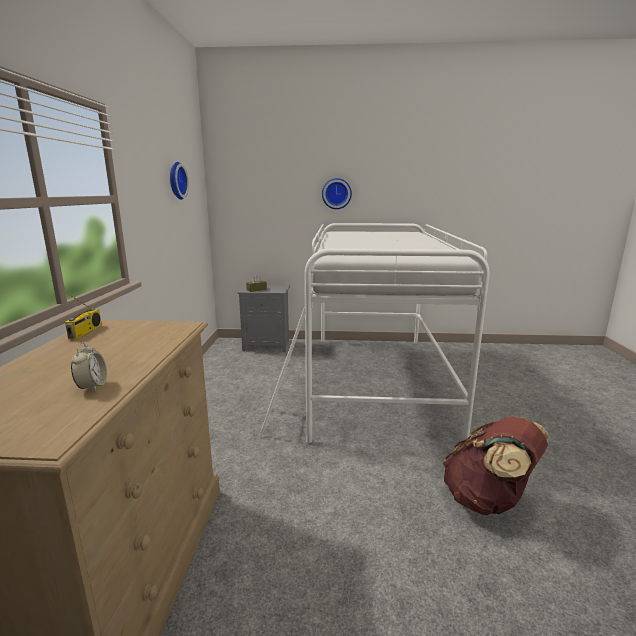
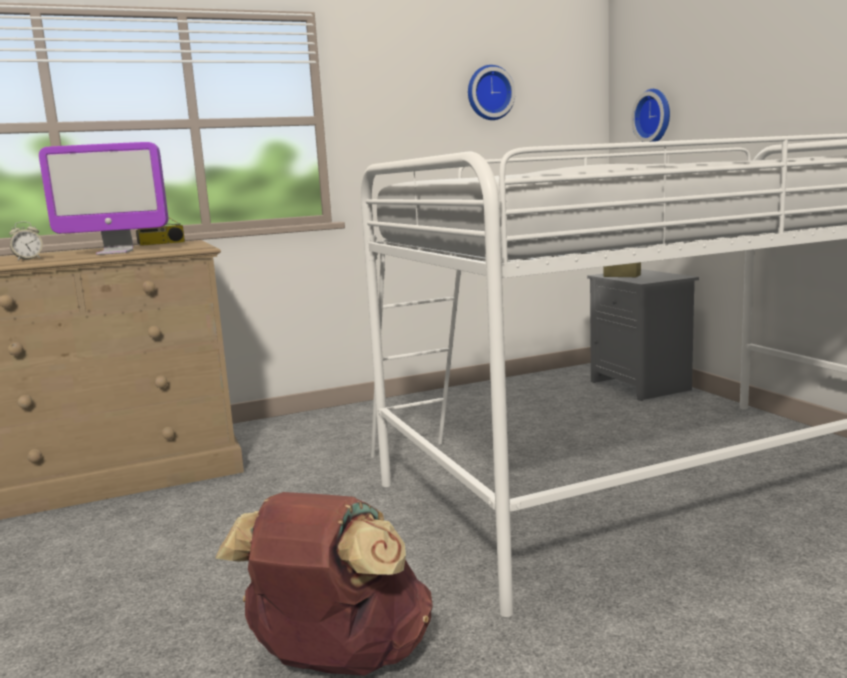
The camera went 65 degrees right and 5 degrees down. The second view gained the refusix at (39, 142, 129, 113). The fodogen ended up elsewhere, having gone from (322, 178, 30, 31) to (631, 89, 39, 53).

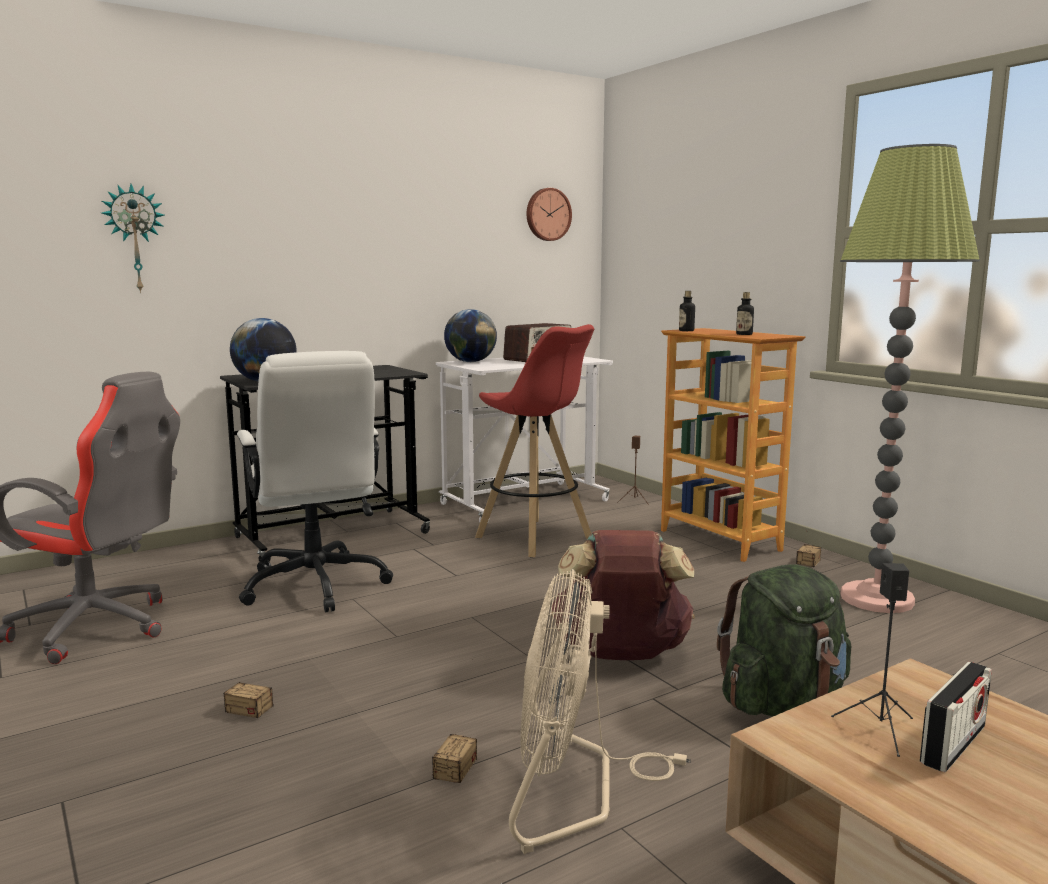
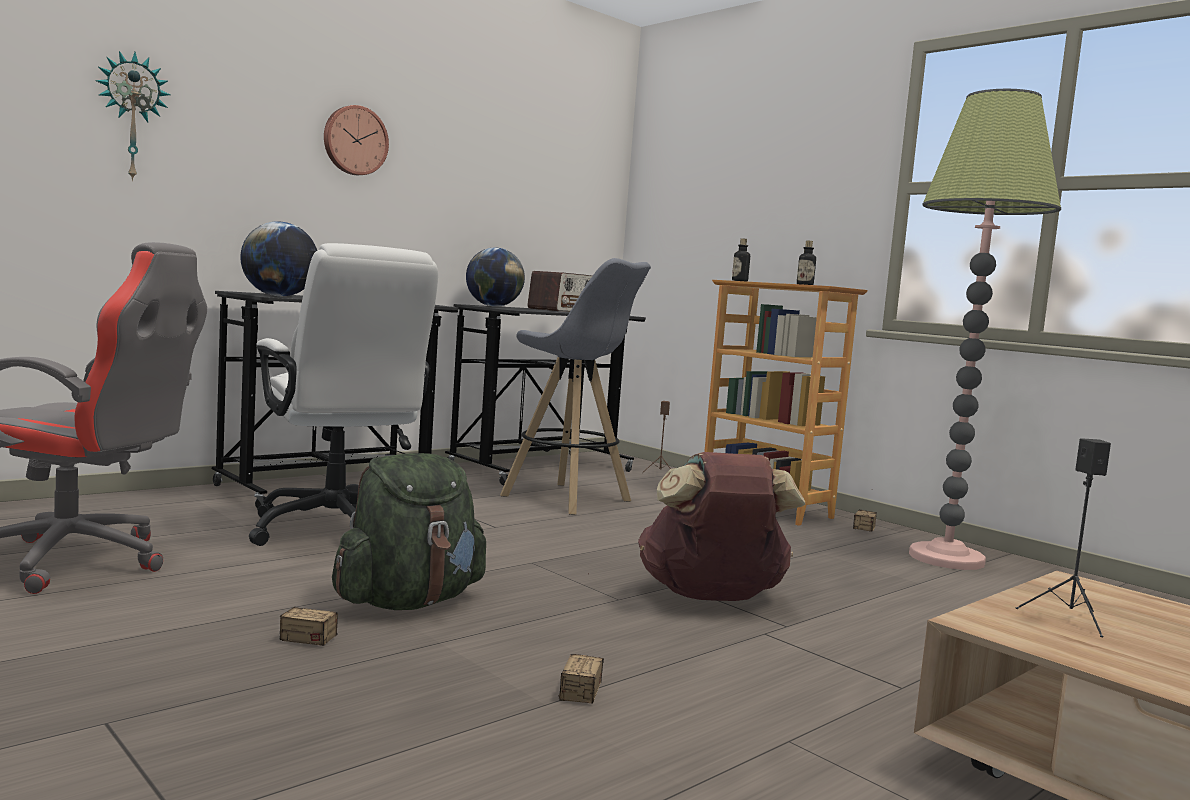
The camera went 10 degrees left and 5 degrees down. The fodogen ended up elsewhere, having gone from (527, 188, 45, 53) to (324, 105, 65, 70). The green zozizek ended up elsewhere, having gone from (717, 564, 134, 153) to (332, 453, 154, 157). What was the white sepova at (436, 357, 177, 165) turned into the black sepova at (445, 304, 201, 181). What was the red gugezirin at (475, 324, 119, 234) turned into the grey gugezirin at (500, 258, 151, 257). The second view lost the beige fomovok at (509, 569, 182, 285). The second view lost the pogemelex at (920, 662, 72, 110).

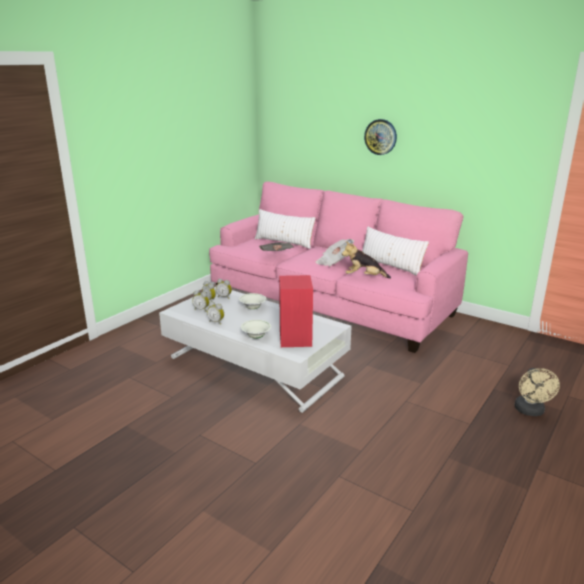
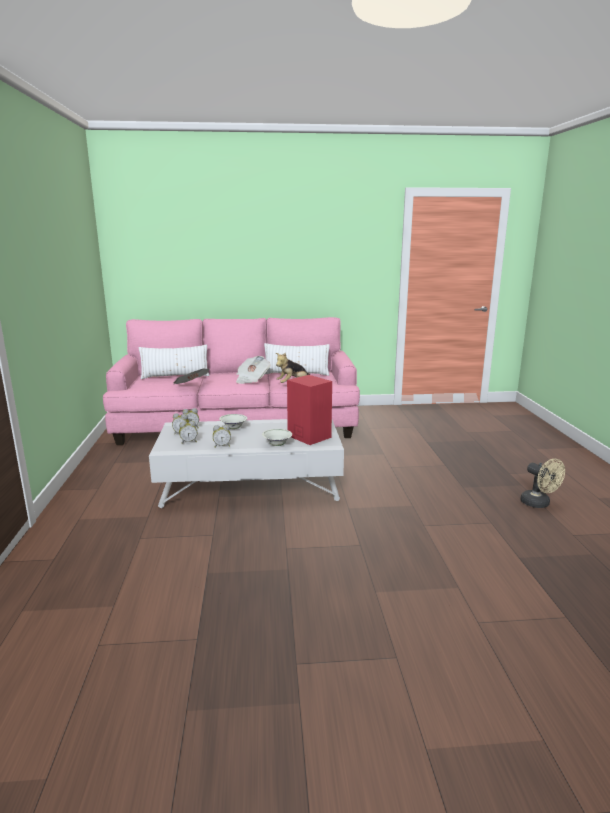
The camera went 40 degrees left and 5 degrees down. The beige fomovok ended up elsewhere, having gone from (515, 368, 45, 48) to (520, 458, 45, 50). The second view lost the fodogen at (364, 119, 33, 36).

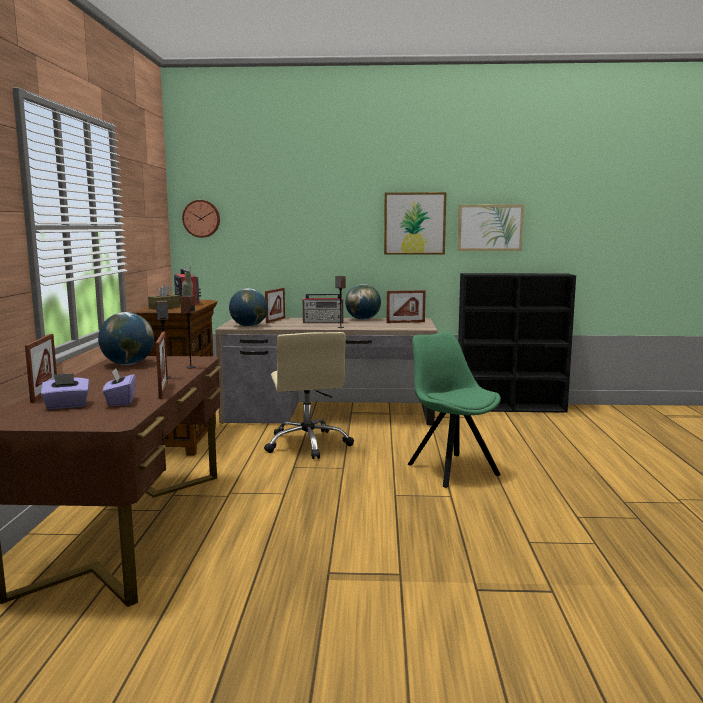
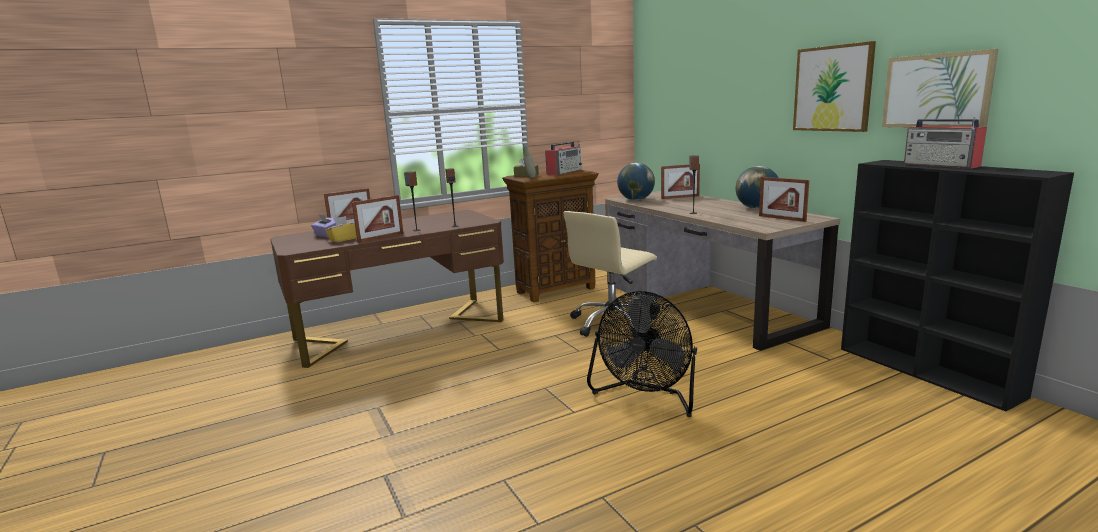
The camera went 60 degrees right and 5 degrees up. What was the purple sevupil at (103, 368, 33, 38) turned into the yellow sevupil at (325, 216, 32, 26). Where the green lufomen stood at (407, 332, 94, 156), the black fomovok came to stand at (587, 291, 110, 126). The pogemelex ended up elsewhere, having gone from (303, 294, 41, 29) to (904, 117, 83, 51). The second view lost the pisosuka at (98, 312, 56, 53). The second view lost the fodogen at (182, 200, 38, 38).

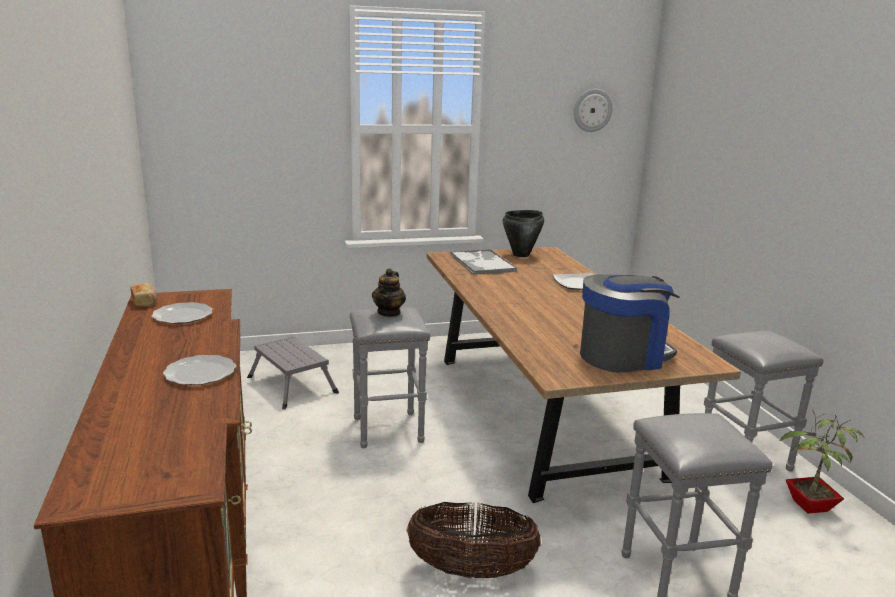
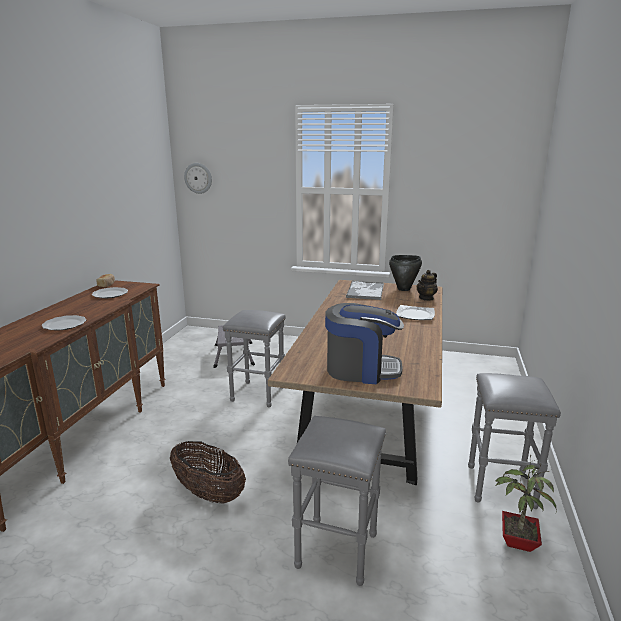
The camera went 30 degrees right and 0 degrees up. The fodogen ended up elsewhere, having gone from (574, 89, 39, 43) to (184, 163, 28, 31). The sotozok ended up elsewhere, having gone from (372, 268, 34, 49) to (417, 270, 21, 31).

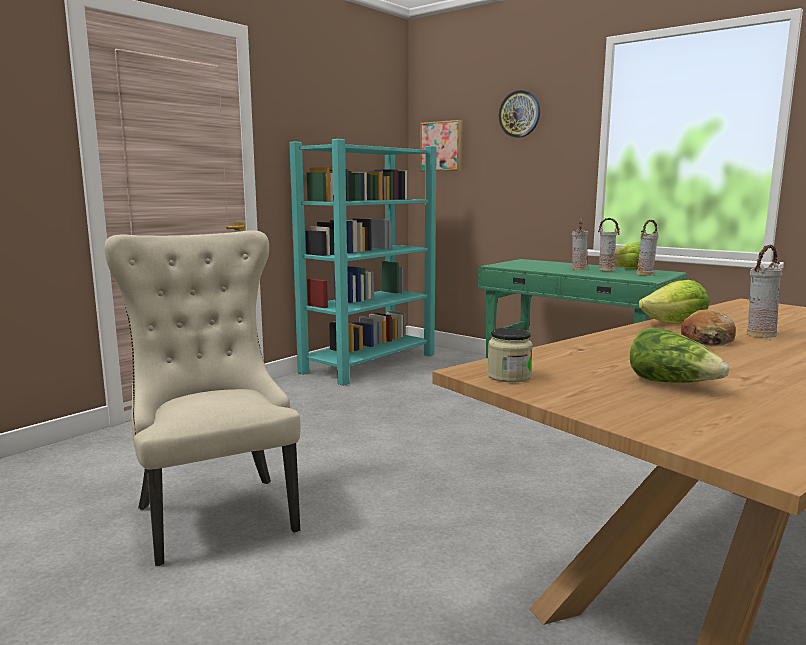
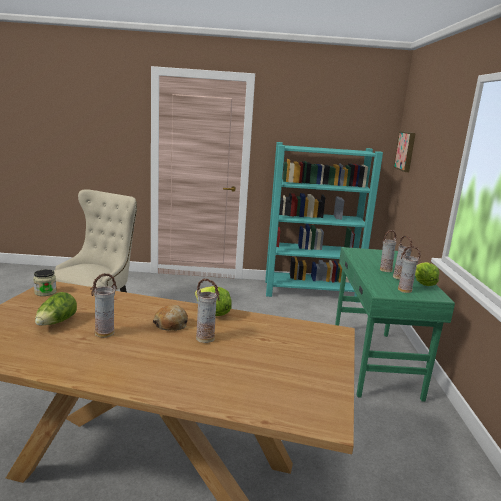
The camera went 50 degrees right and 5 degrees up. The second view gained the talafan at (90, 273, 27, 65). The second view lost the fodogen at (499, 90, 41, 48).

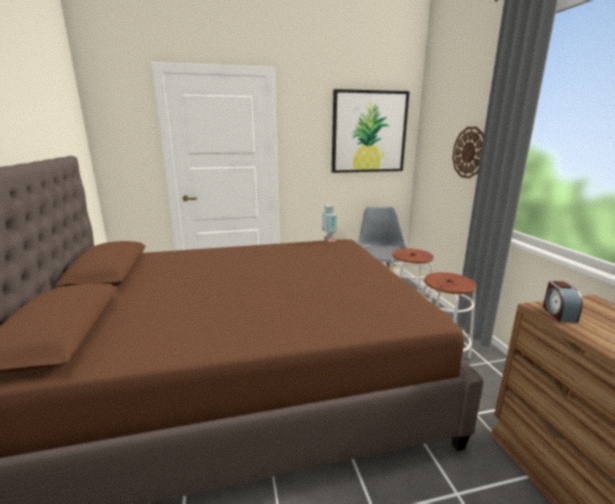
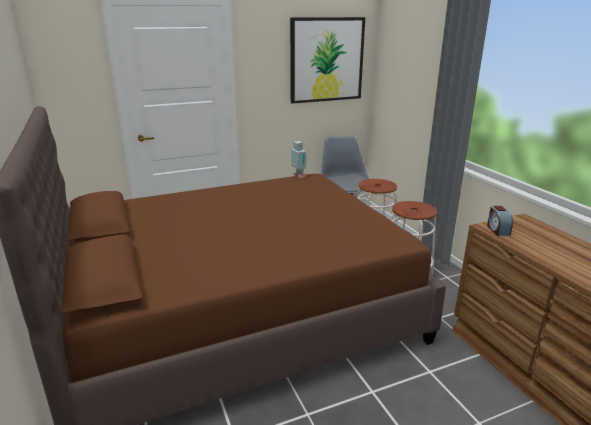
The camera went 10 degrees left and 5 degrees up. The second view lost the fodogen at (452, 127, 32, 51).

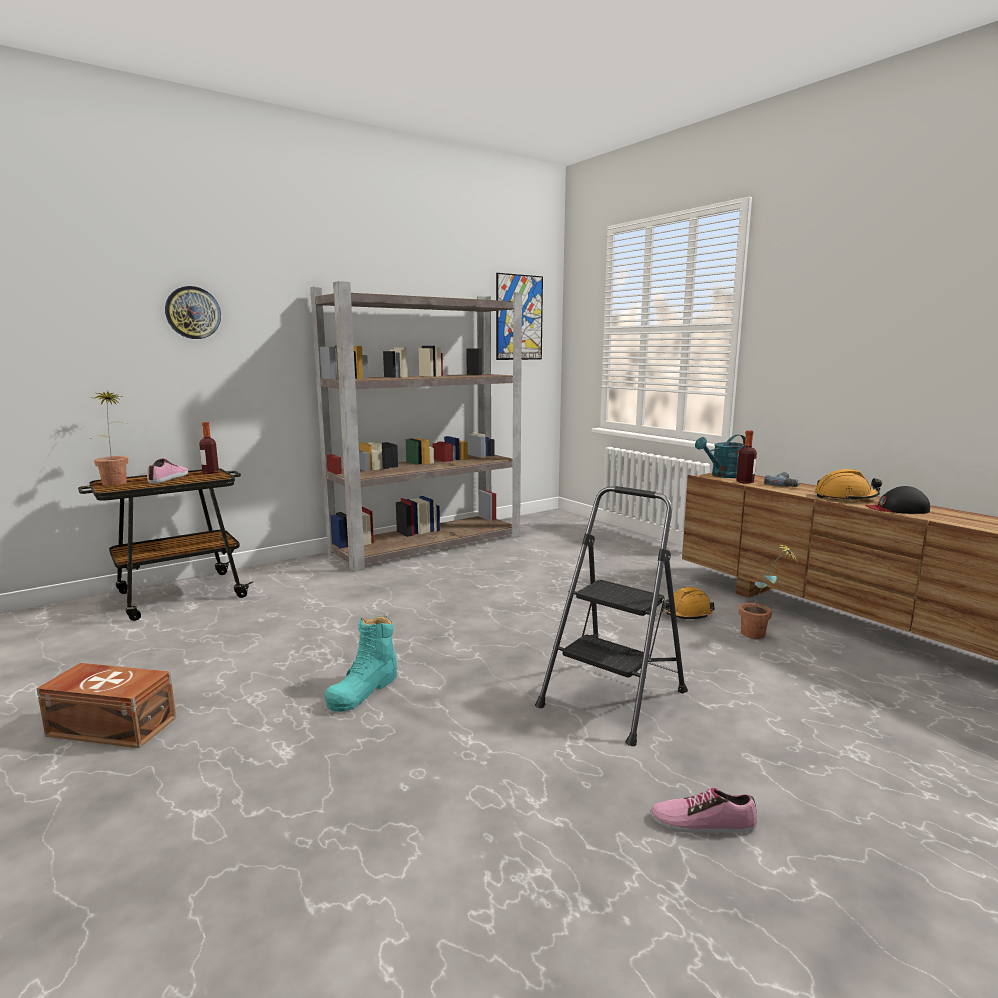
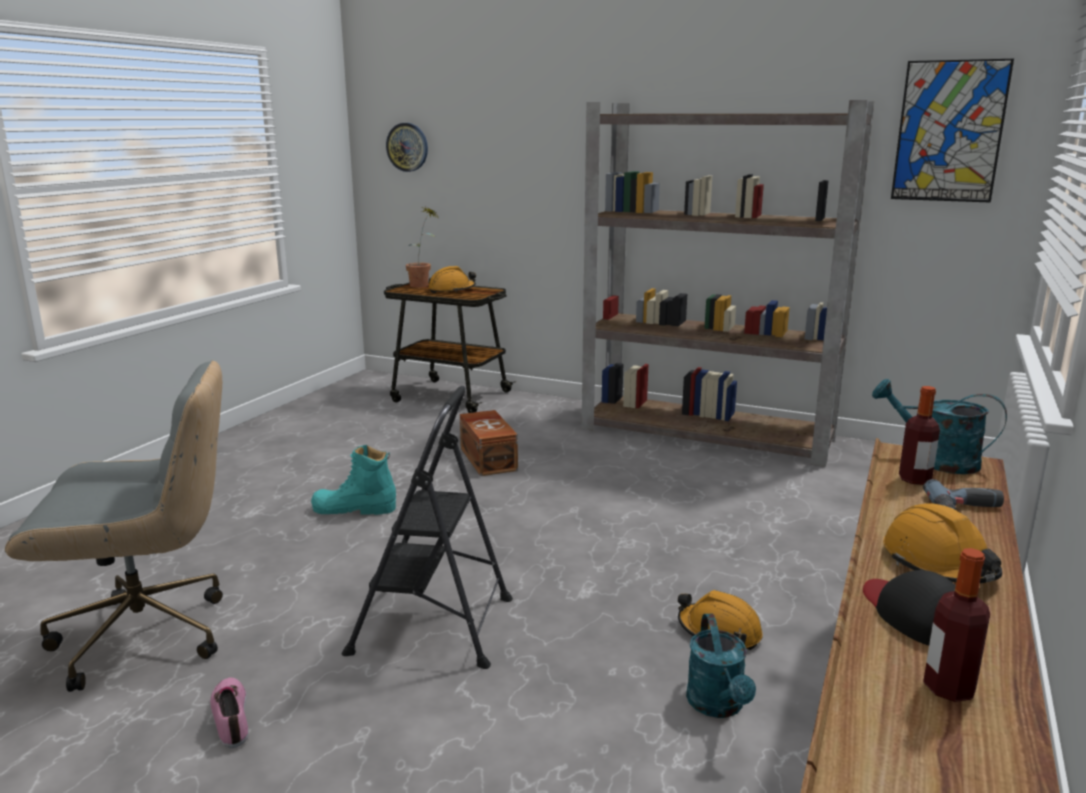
The camera went 60 degrees right and 5 degrees up. The second view gained the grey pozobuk at (5, 360, 218, 332). The fodogen ended up elsewhere, having gone from (165, 286, 56, 53) to (386, 123, 42, 49). Where the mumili stood at (147, 458, 42, 26), the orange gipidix came to stand at (428, 266, 48, 27). The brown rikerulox ended up elsewhere, having gone from (36, 663, 140, 85) to (460, 410, 58, 66). Where the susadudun stood at (739, 544, 58, 95), the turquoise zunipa came to stand at (686, 614, 70, 104). The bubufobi ended up elsewhere, having gone from (199, 422, 20, 52) to (923, 548, 67, 154).

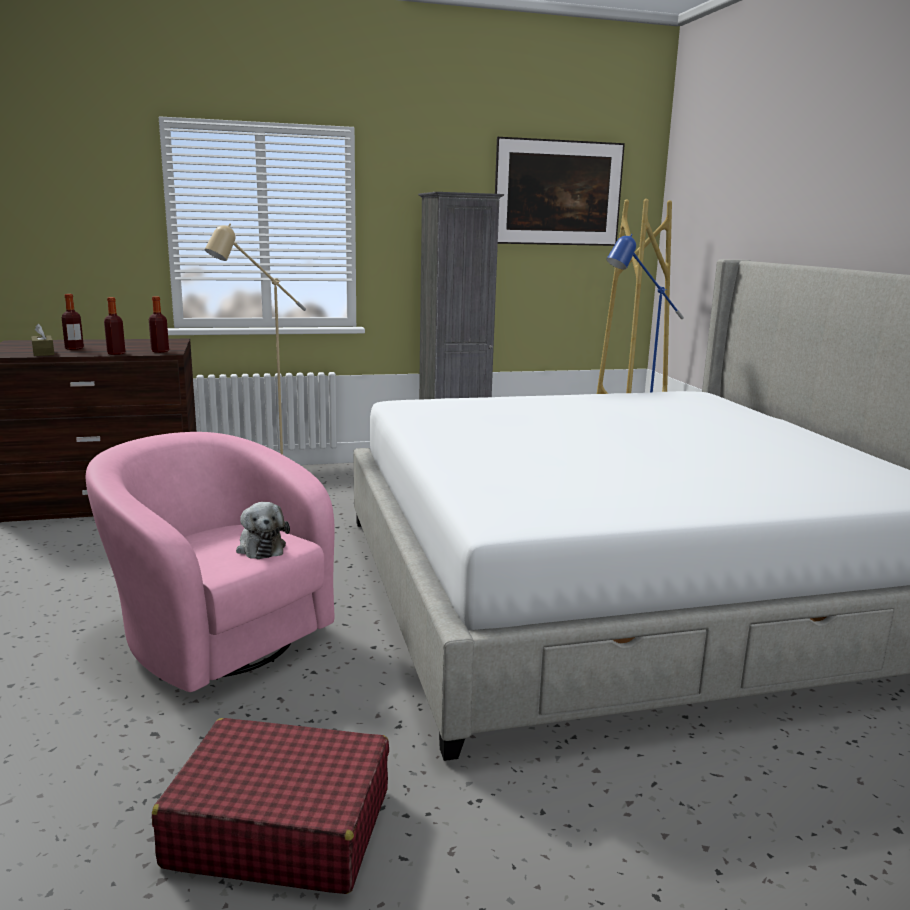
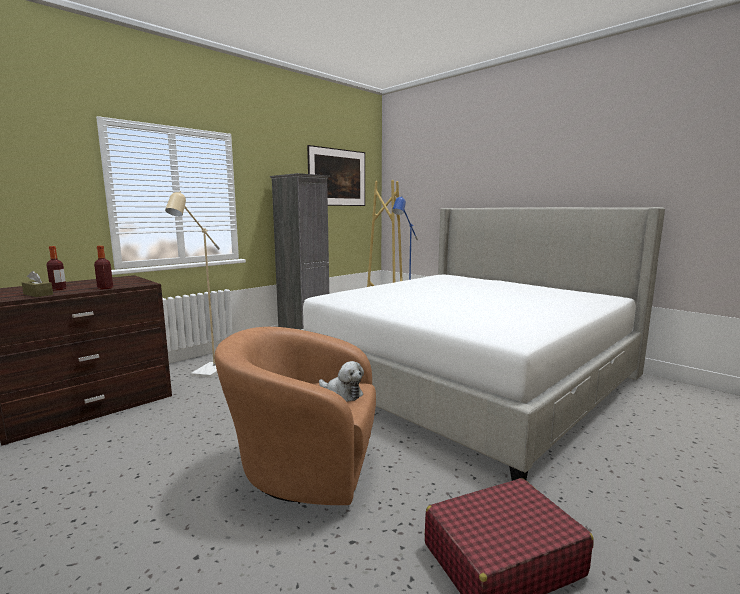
The camera went 30 degrees left and 5 degrees down. What was the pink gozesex at (86, 432, 249, 260) turned into the brown gozesex at (215, 327, 161, 178). The second view lost the bubufobi at (149, 296, 20, 57).

